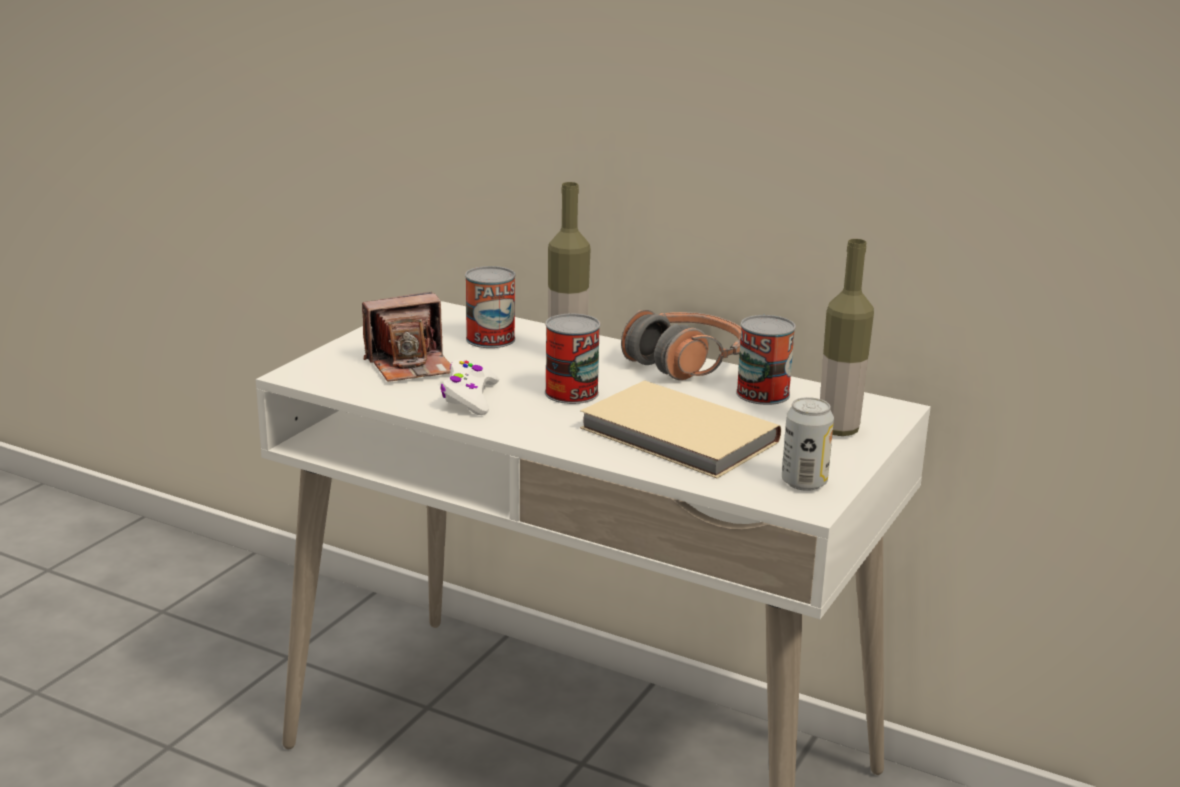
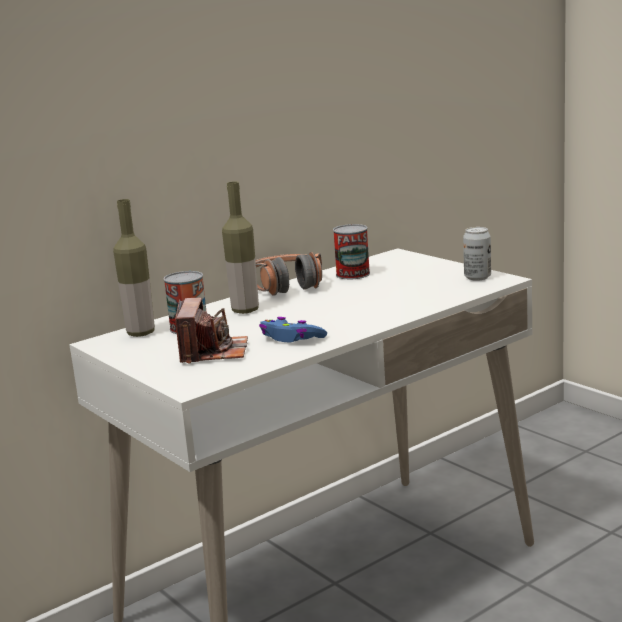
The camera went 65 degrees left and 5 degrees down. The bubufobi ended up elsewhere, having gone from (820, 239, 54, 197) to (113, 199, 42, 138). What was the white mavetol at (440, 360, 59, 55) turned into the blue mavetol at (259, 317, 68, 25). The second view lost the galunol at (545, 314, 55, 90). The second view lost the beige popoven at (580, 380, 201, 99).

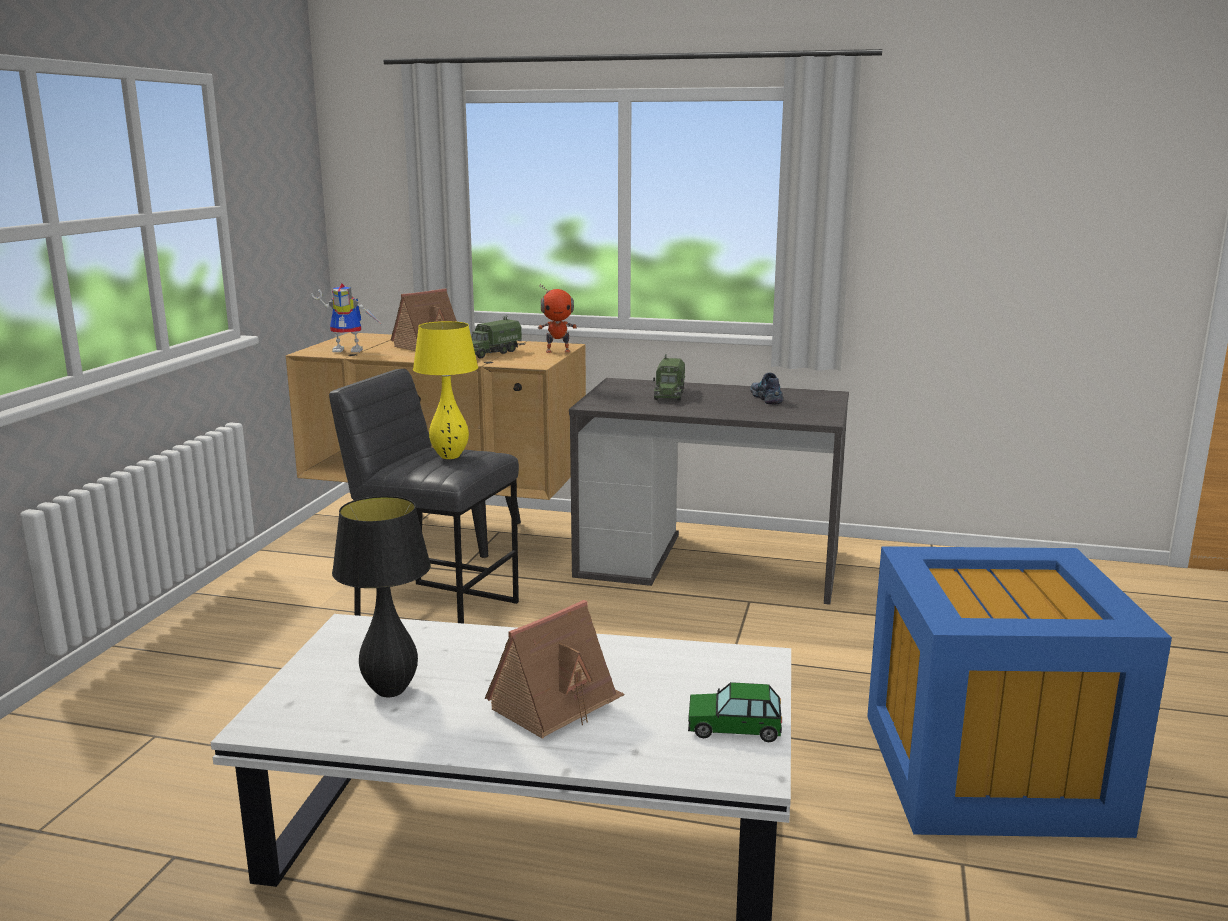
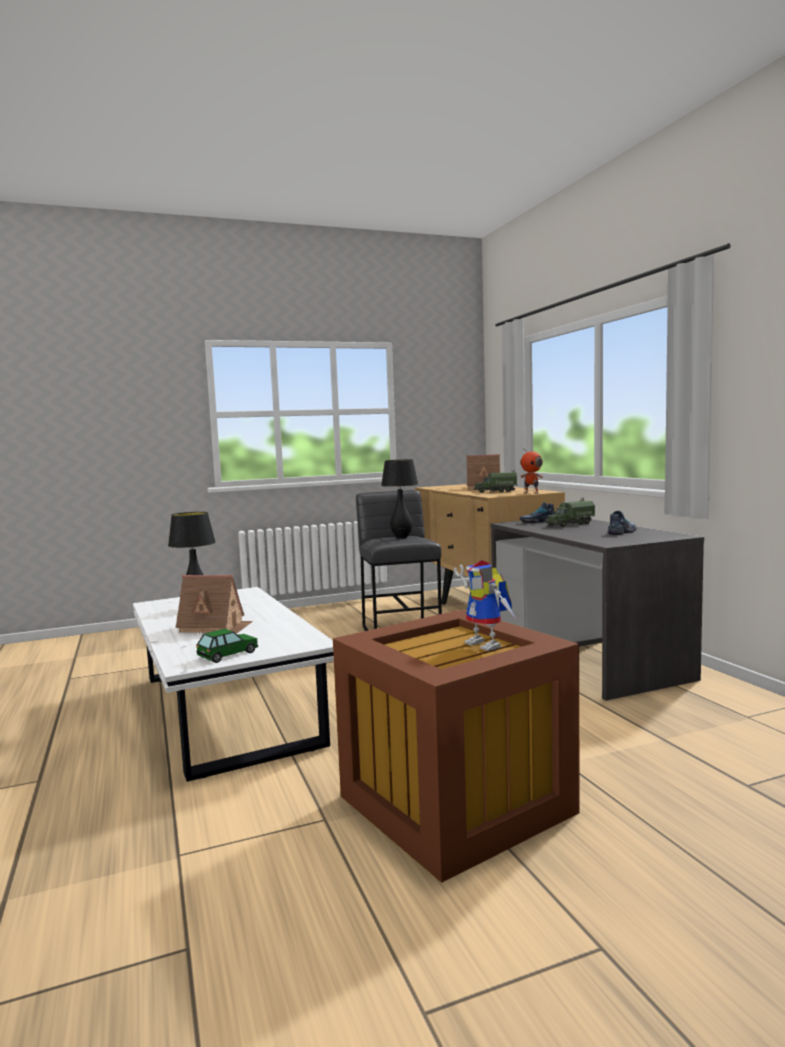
The camera went 55 degrees right and 10 degrees down. The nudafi at (688, 682, 94, 60) ended up facing another way, 75 degrees clockwise from before. What was the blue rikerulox at (867, 546, 305, 292) turned into the brown rikerulox at (333, 609, 247, 274). What was the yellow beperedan at (413, 321, 65, 138) turned into the black beperedan at (381, 459, 37, 80). The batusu ended up elsewhere, having gone from (311, 283, 69, 69) to (454, 560, 63, 91). The second view gained the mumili at (520, 502, 36, 21).

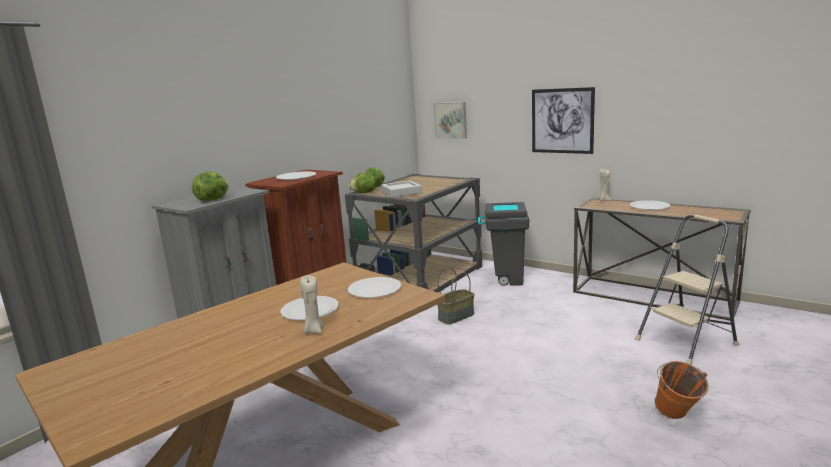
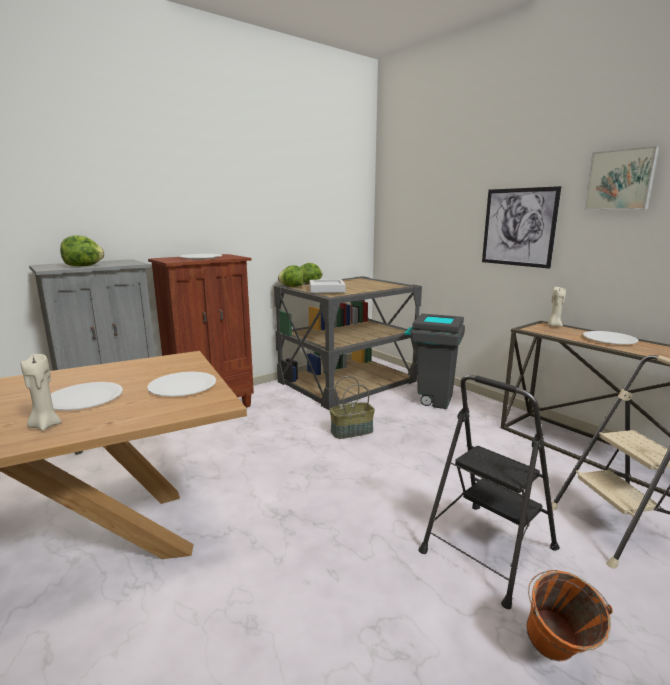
The camera went 15 degrees right and 0 degrees up. The second view gained the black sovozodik at (418, 375, 142, 234). The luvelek ended up elsewhere, having gone from (433, 102, 34, 37) to (584, 146, 75, 64).

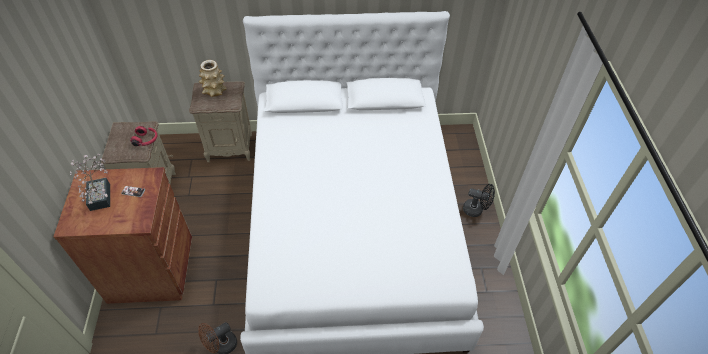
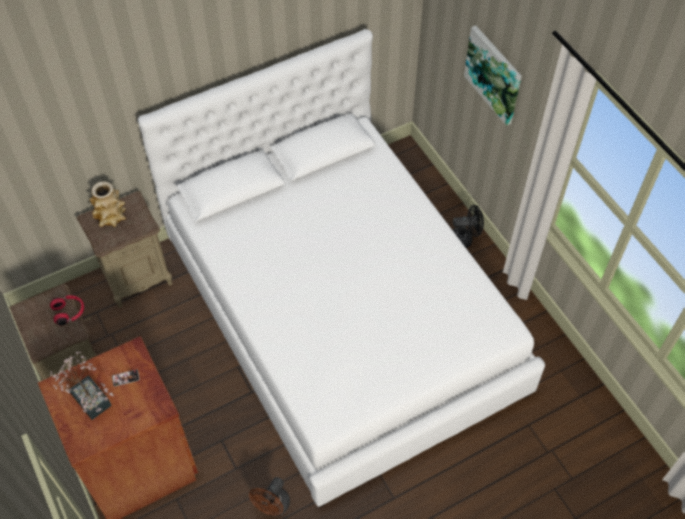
The camera went 25 degrees left and 5 degrees up. The second view gained the luvelek at (464, 25, 58, 101).

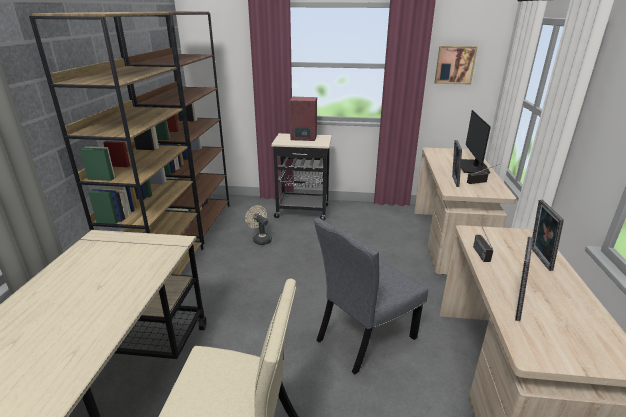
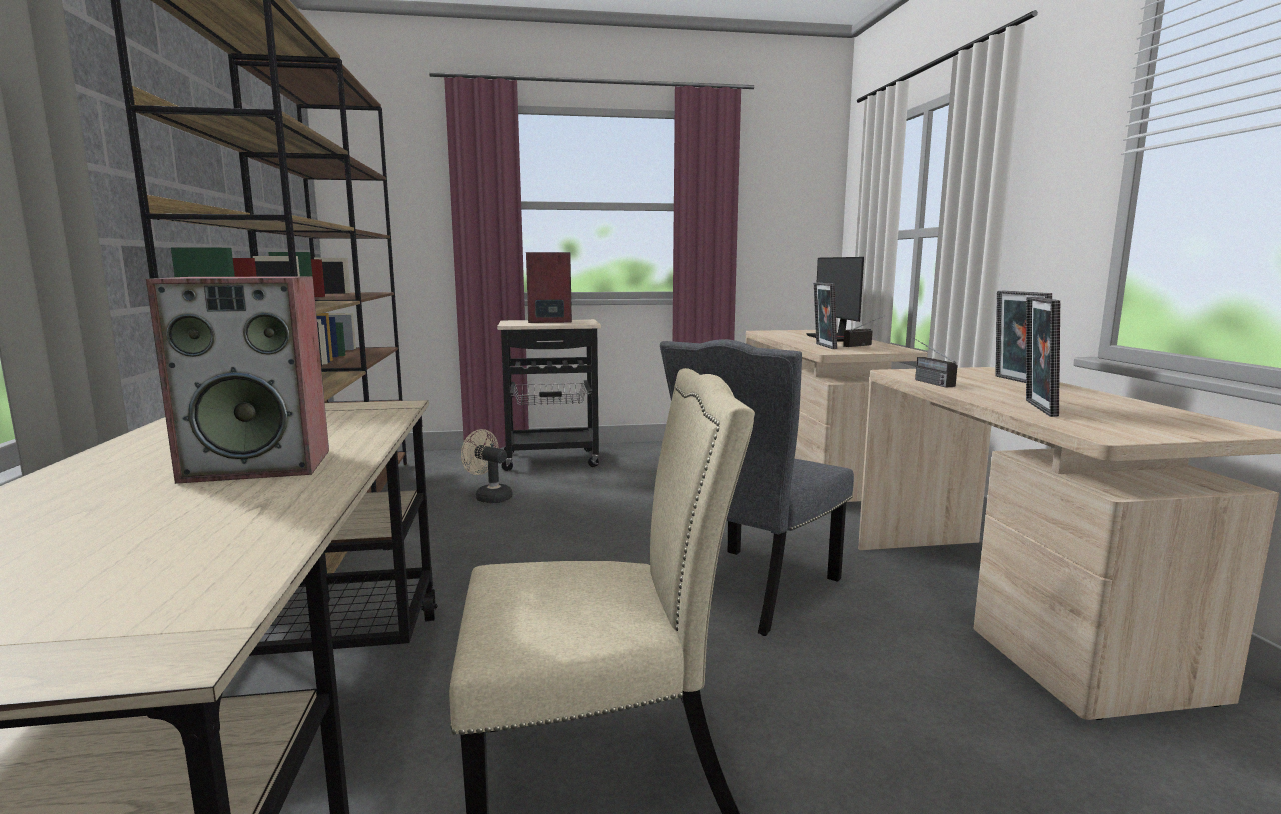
The camera went 15 degrees left and 15 degrees down. The second view gained the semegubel at (146, 276, 183, 208). The second view lost the luvelek at (434, 46, 44, 38).

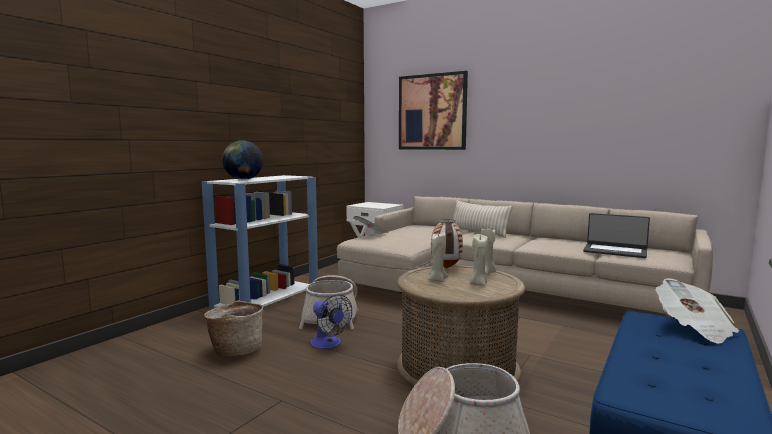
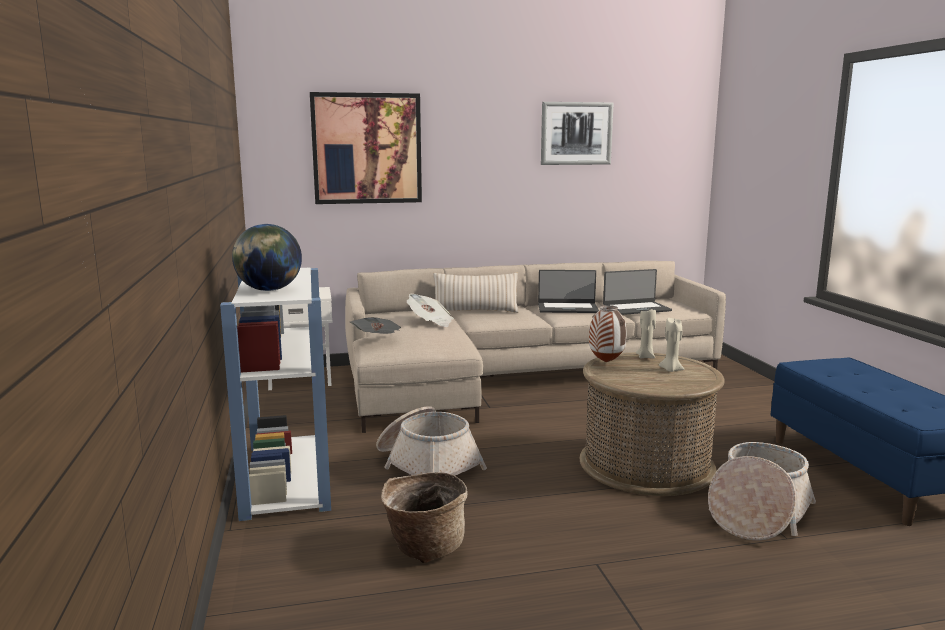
The camera went 45 degrees left and 5 degrees up. The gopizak ended up elsewhere, having gone from (656, 278, 83, 66) to (407, 294, 47, 33). The second view gained the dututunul at (538, 270, 61, 43). The second view gained the luvelek at (541, 102, 73, 63). The second view lost the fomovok at (310, 294, 42, 55). The second view lost the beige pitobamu at (428, 231, 21, 51).

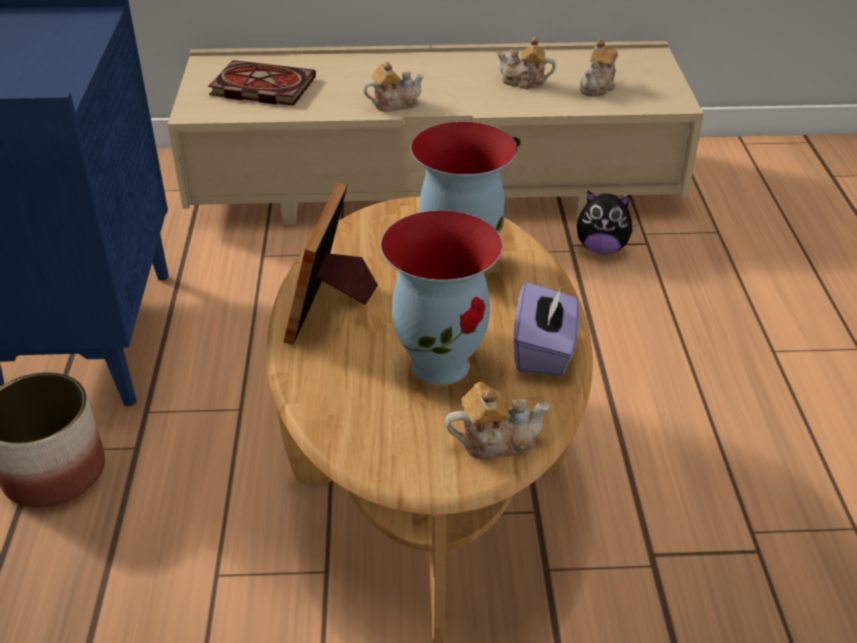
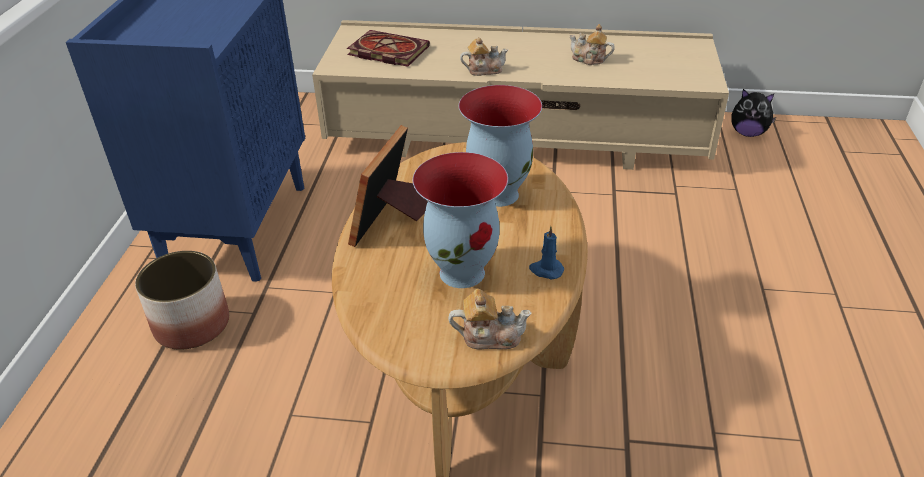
The camera went 10 degrees right and 0 degrees up. Where the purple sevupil stood at (514, 282, 66, 94), the blue pitobamu came to stand at (529, 226, 35, 53). The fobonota ended up elsewhere, having gone from (576, 191, 61, 63) to (731, 89, 45, 48). The second view lost the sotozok at (580, 39, 38, 58).

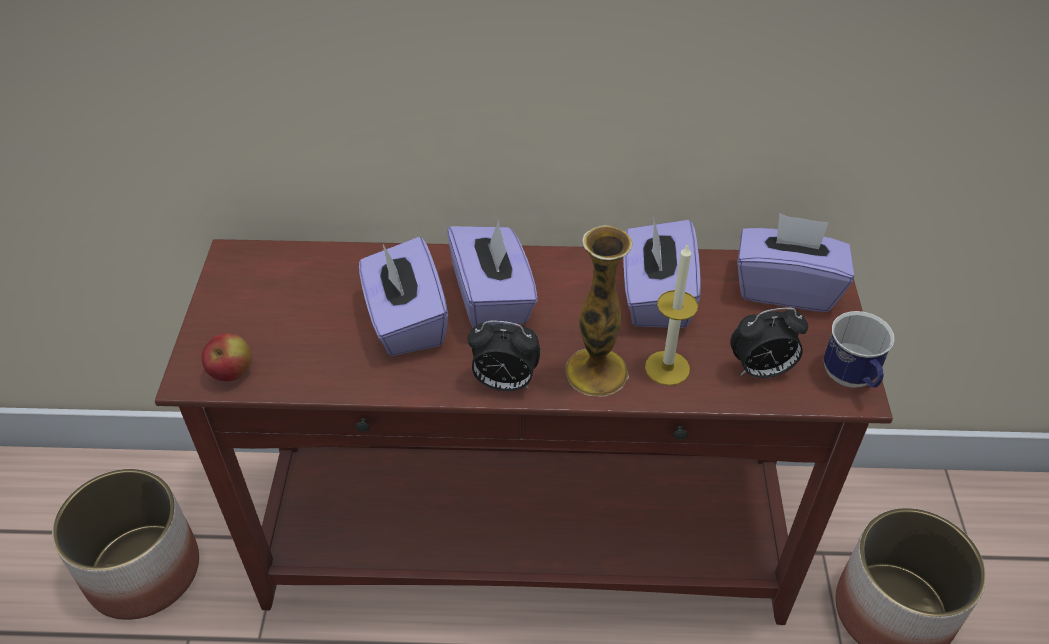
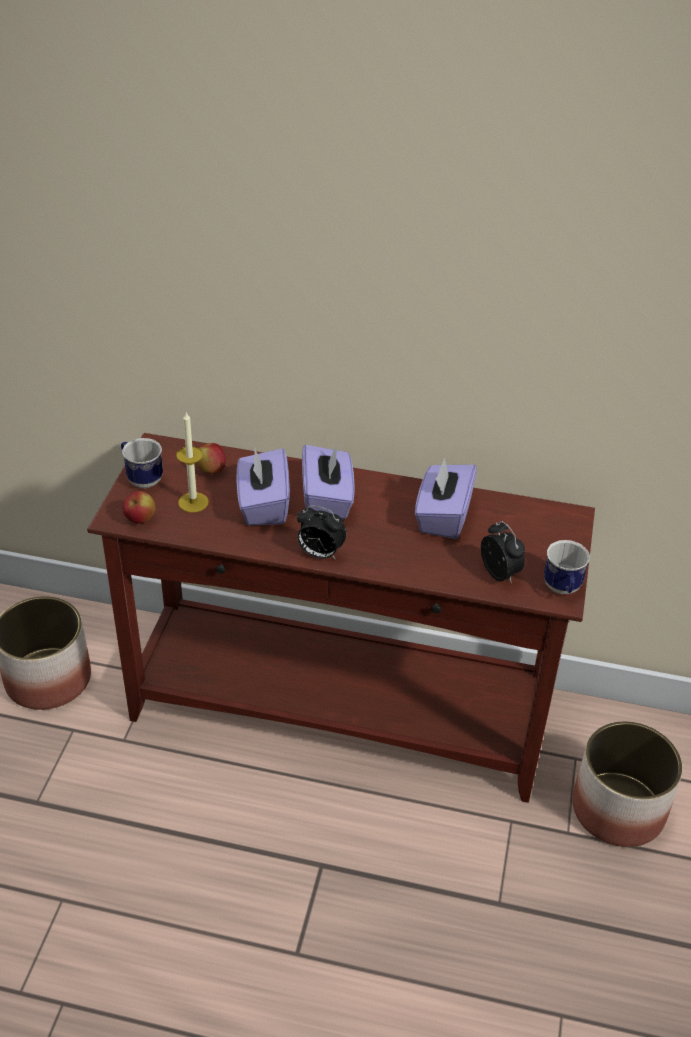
The camera went 10 degrees right and 5 degrees down. The second view gained the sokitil at (121, 438, 42, 50). The pitobamu ended up elsewhere, having gone from (645, 243, 53, 143) to (176, 412, 33, 101). The second view gained the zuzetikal at (197, 443, 29, 31). The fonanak at (730, 307, 78, 71) ended up facing another way, 120 degrees counterclockwise from before. The second view lost the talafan at (566, 225, 66, 171). The second view lost the purple sevupil at (737, 213, 117, 99).

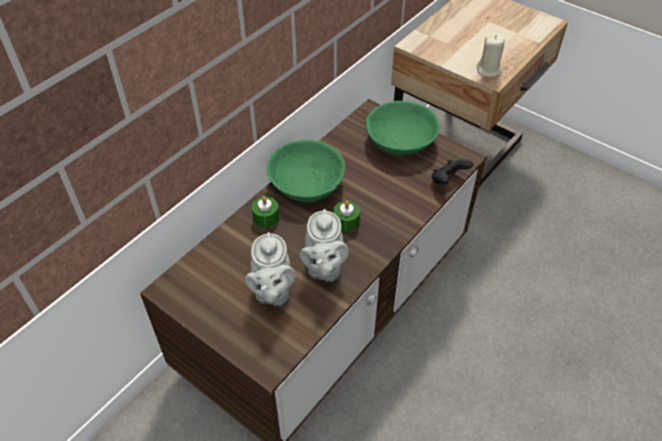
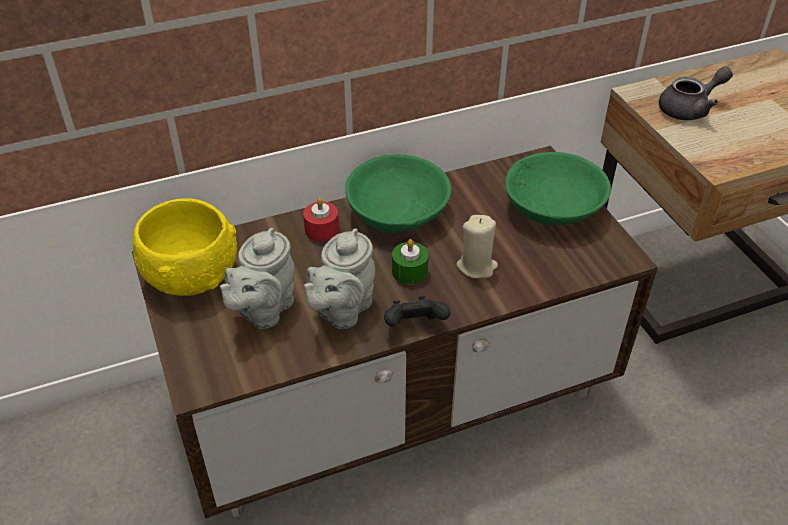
The camera went 30 degrees right and 5 degrees down. The second view gained the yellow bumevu at (133, 198, 104, 98). What was the green pitobamu at (252, 196, 27, 32) turned into the red pitobamu at (303, 198, 36, 43). The black mavetol ended up elsewhere, having gone from (431, 159, 42, 25) to (384, 296, 66, 31). The beige pitobamu ended up elsewhere, having gone from (477, 33, 28, 44) to (456, 215, 42, 63). The second view gained the grey sotozok at (659, 67, 74, 53).

